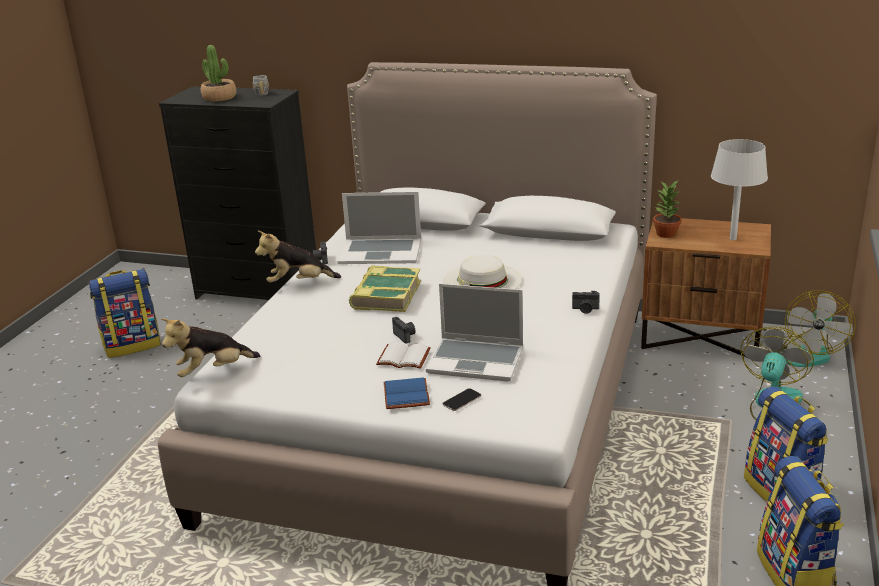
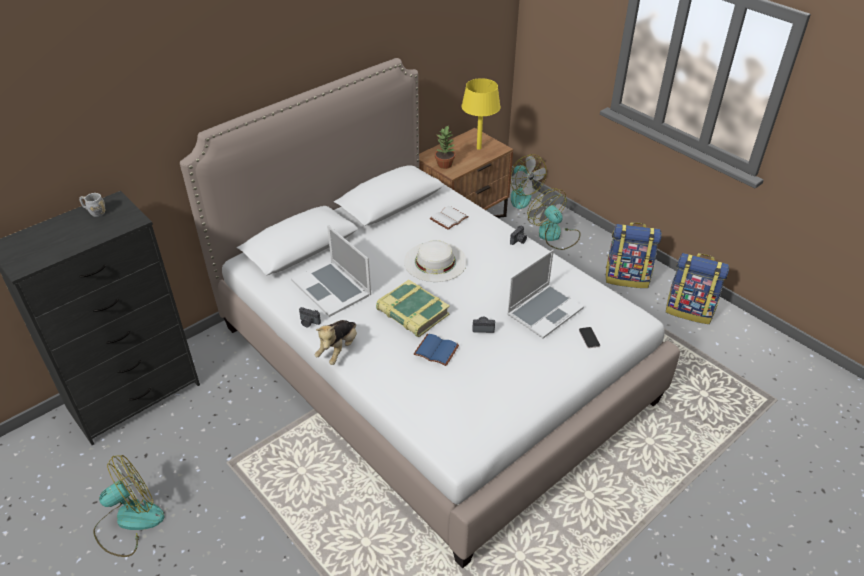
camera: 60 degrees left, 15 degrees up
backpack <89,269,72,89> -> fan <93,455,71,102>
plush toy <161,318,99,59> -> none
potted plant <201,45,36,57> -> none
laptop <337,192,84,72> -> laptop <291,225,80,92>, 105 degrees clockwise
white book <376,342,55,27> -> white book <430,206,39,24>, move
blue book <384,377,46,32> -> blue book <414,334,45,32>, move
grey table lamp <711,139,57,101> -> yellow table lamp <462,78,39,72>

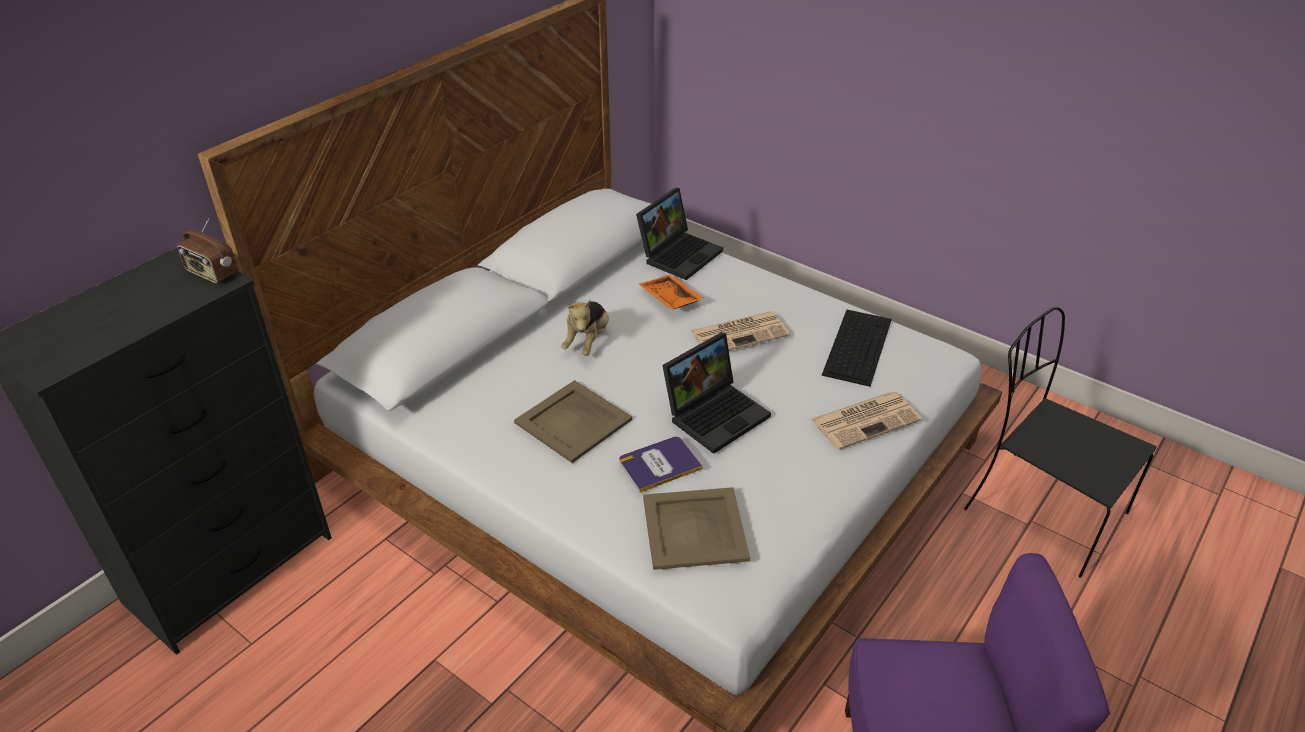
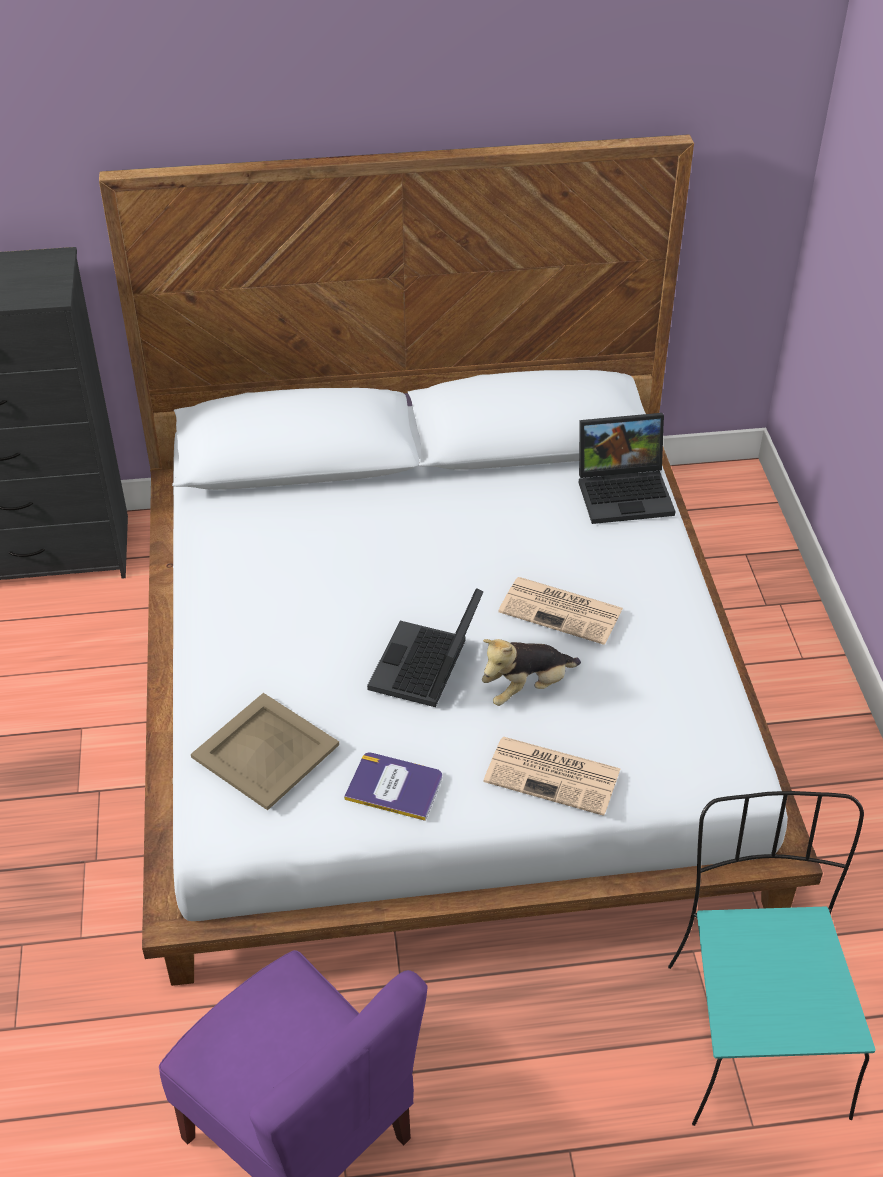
camera: 45 degrees right, 5 degrees up
radio <177,218,61,66> -> none
beige tray <514,380,118,83> -> none
plush toy <561,299,48,57> -> plush toy <482,639,99,67>, move
book <619,437,84,56> -> book <344,753,98,68>, move
orange tray <639,274,65,35> -> none
laptop <662,332,109,122> -> laptop <367,588,117,119>, 105 degrees clockwise
keyboard <822,310,70,77> -> none
black chair <964,307,193,271> -> turquoise chair <668,791,208,335>

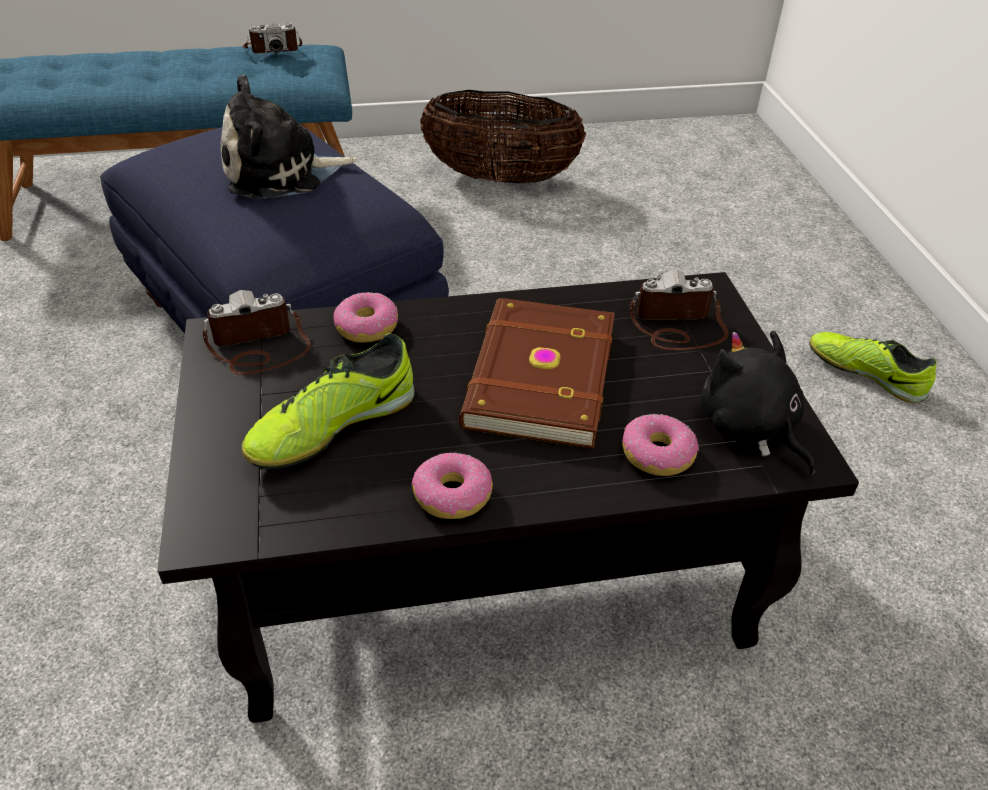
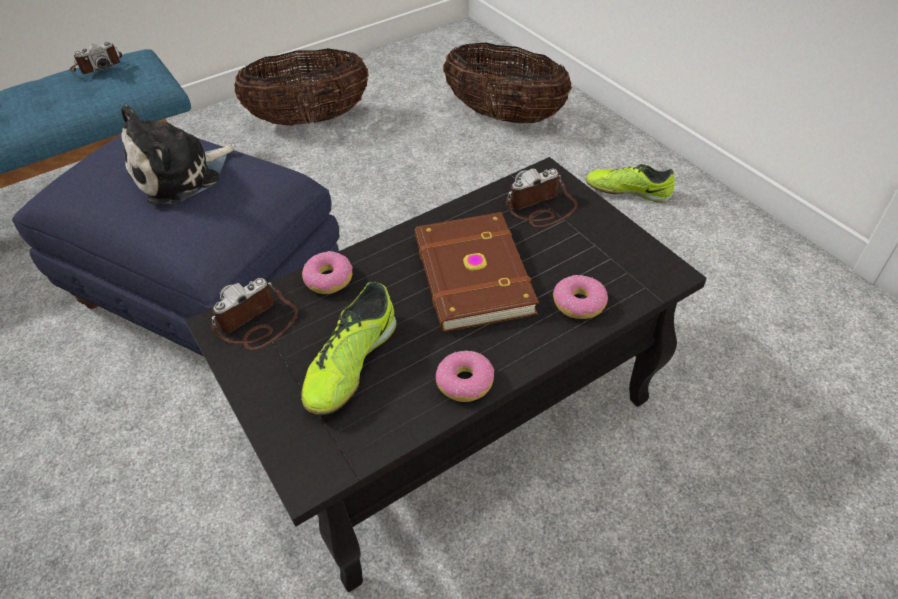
camera: 20 degrees left, 5 degrees up
black plush toy <701,330,114,144> -> none
none -> basket <443,43,129,80>

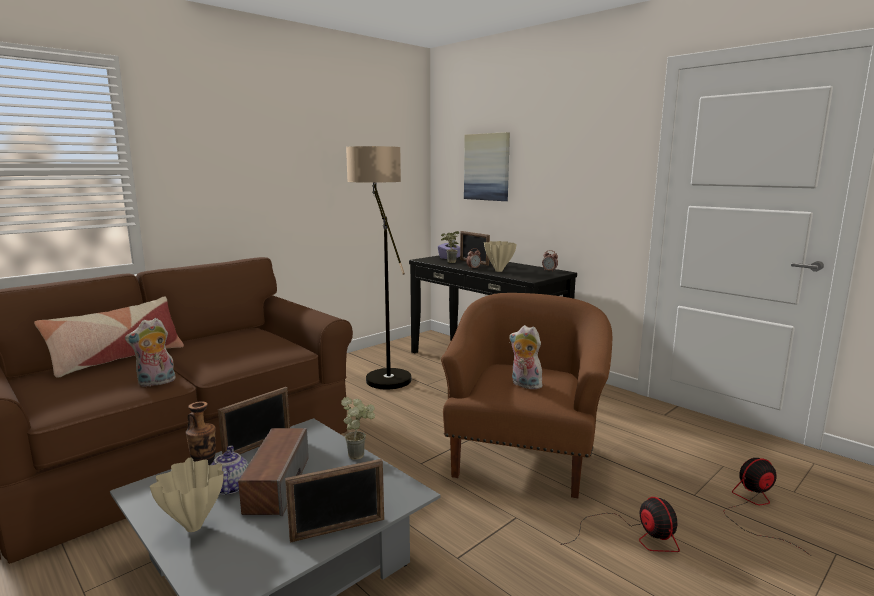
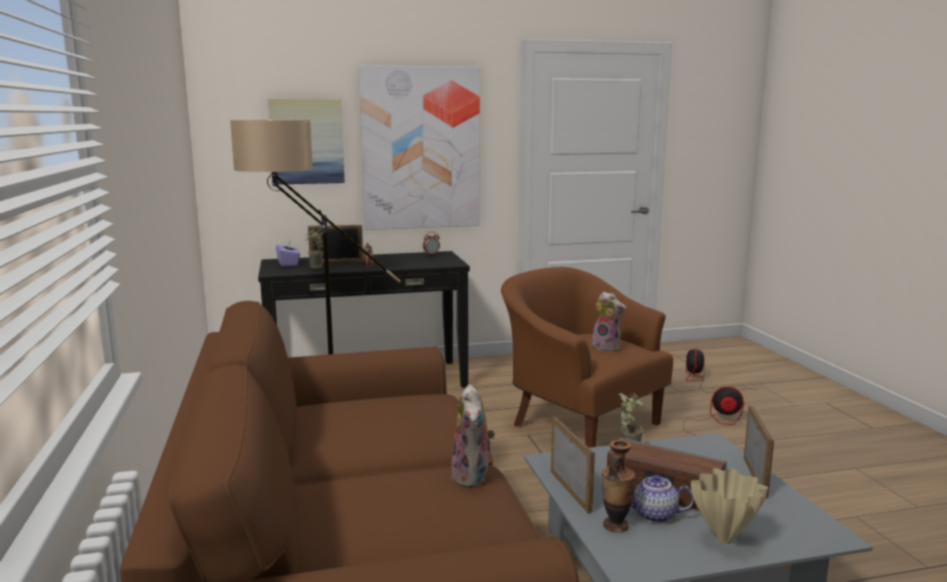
camera: 60 degrees left, 0 degrees up
pillow <34,297,150,81> -> none
beige vase <484,241,33,31> -> none
plush toy <509,325,33,64> -> plush toy <592,291,34,61>, 120 degrees counterclockwise
none -> picture <359,65,121,165>

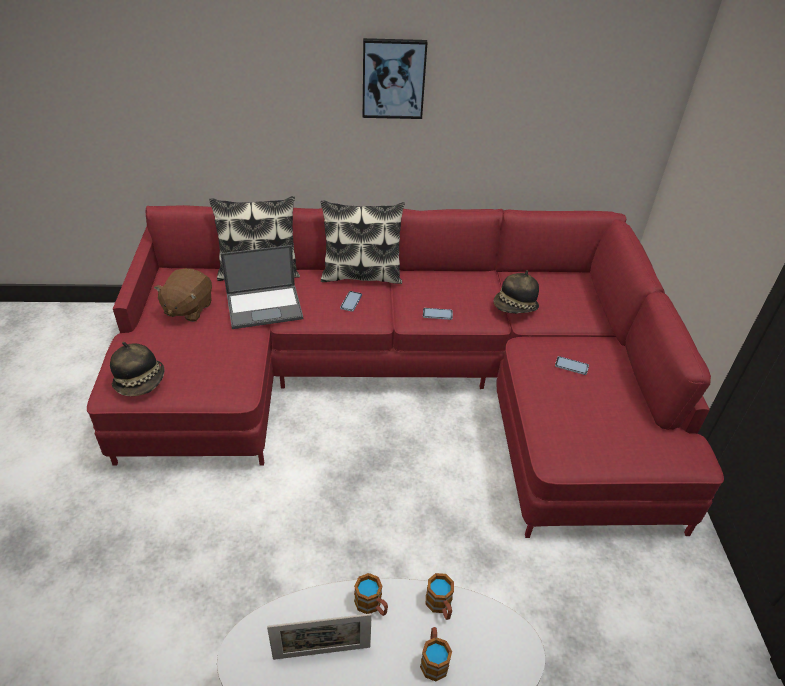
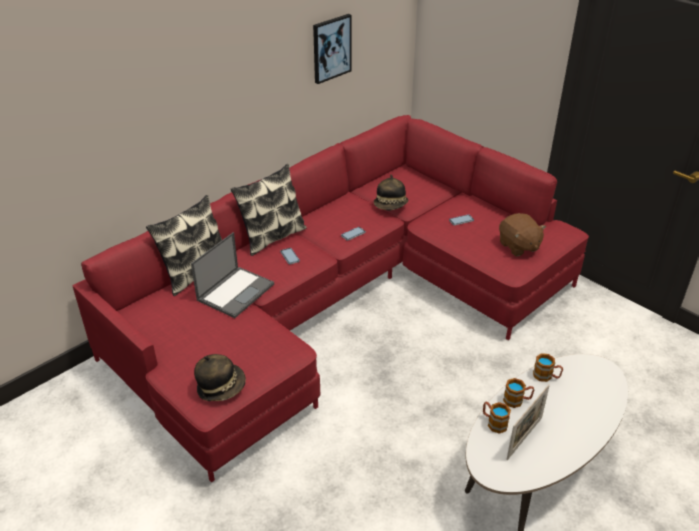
camera: 40 degrees left, 5 degrees down
brown plush toy <154,268,58,54> -> brown plush toy <499,213,47,43>, move
picture <363,38,65,81> -> picture <313,14,39,70>, move
mug <420,627,32,54> -> mug <483,402,28,32>, move

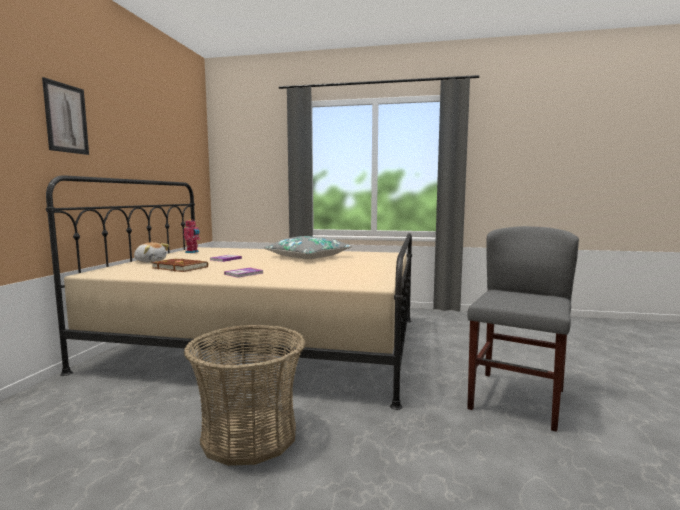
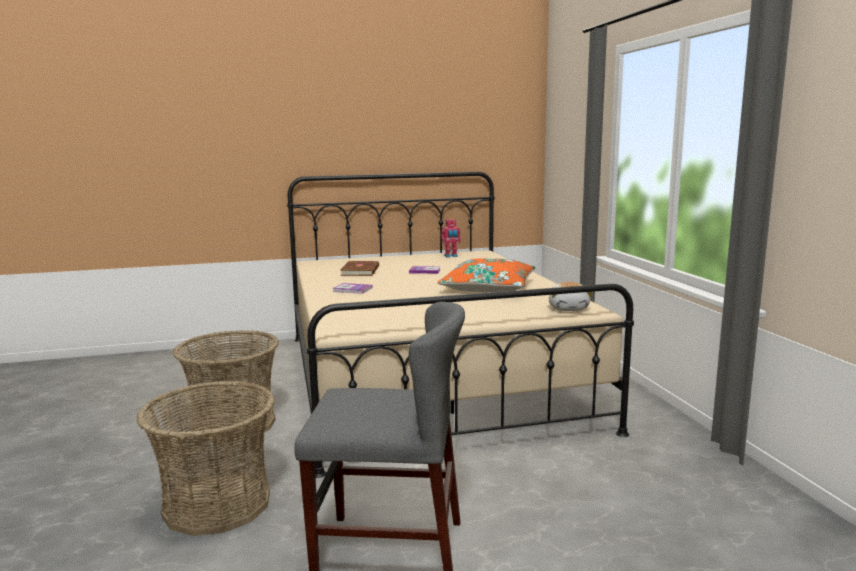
camera: 65 degrees right, 5 degrees up
picture <42,77,47,78> -> none
plush toy <134,242,35,20> -> plush toy <549,282,44,29>, move
grey pillow <264,236,88,23> -> orange pillow <437,258,98,34>
none -> basket <136,381,139,155>

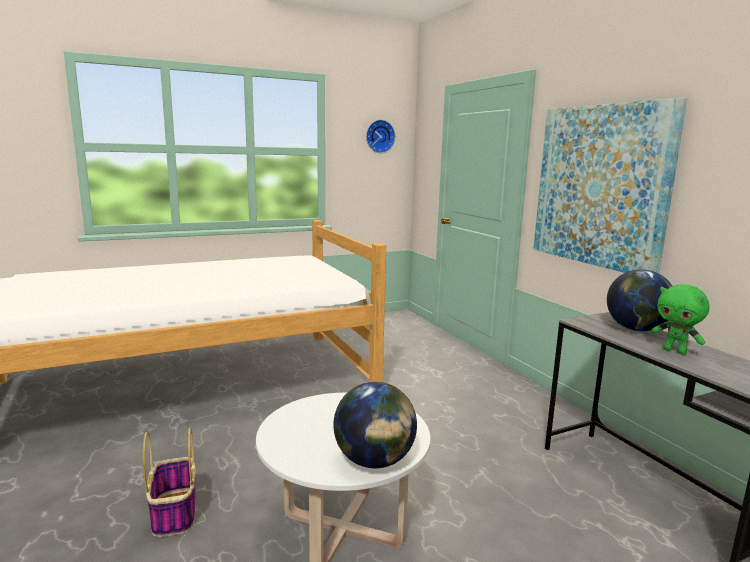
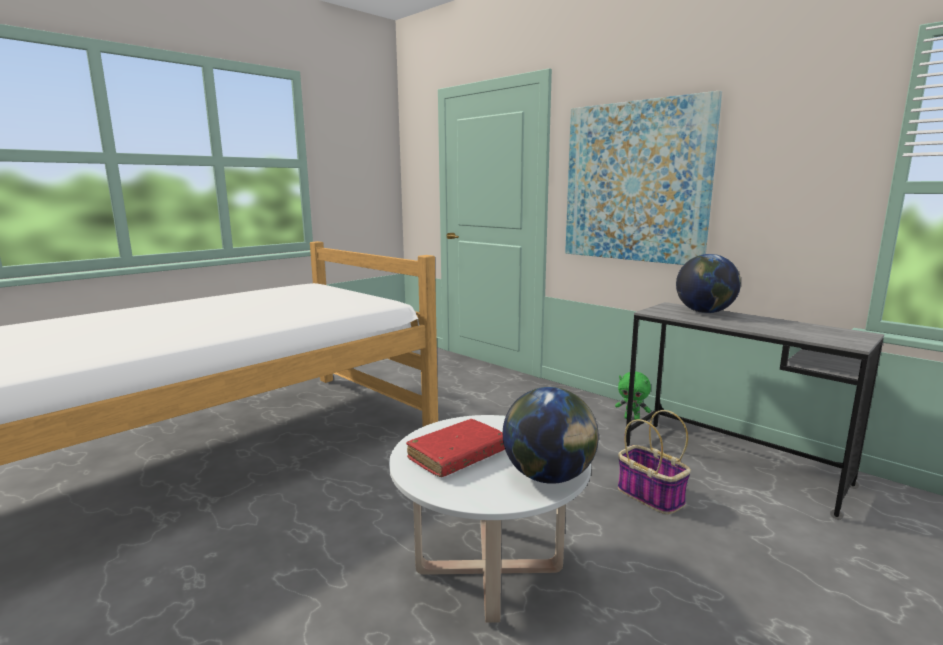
camera: 20 degrees left, 0 degrees up
basket <143,427,53,110> -> basket <618,410,73,104>, move
wall clock <366,120,29,33> -> none
green plush toy <651,284,59,71> -> green plush toy <615,372,36,48>, move
none -> red book <406,419,99,58>

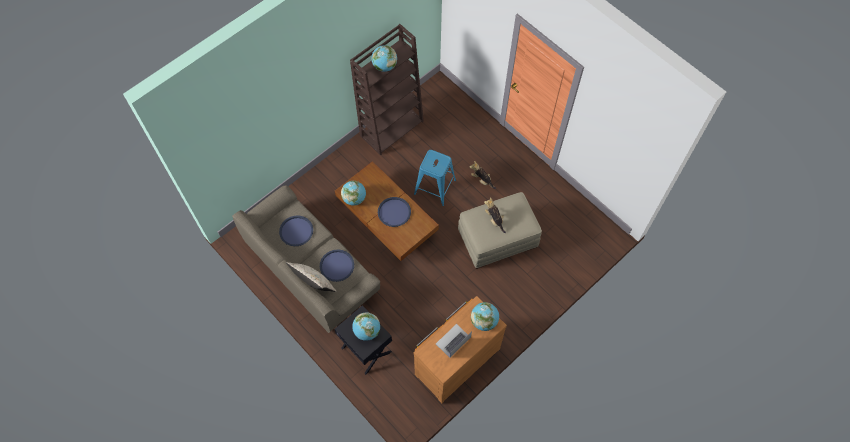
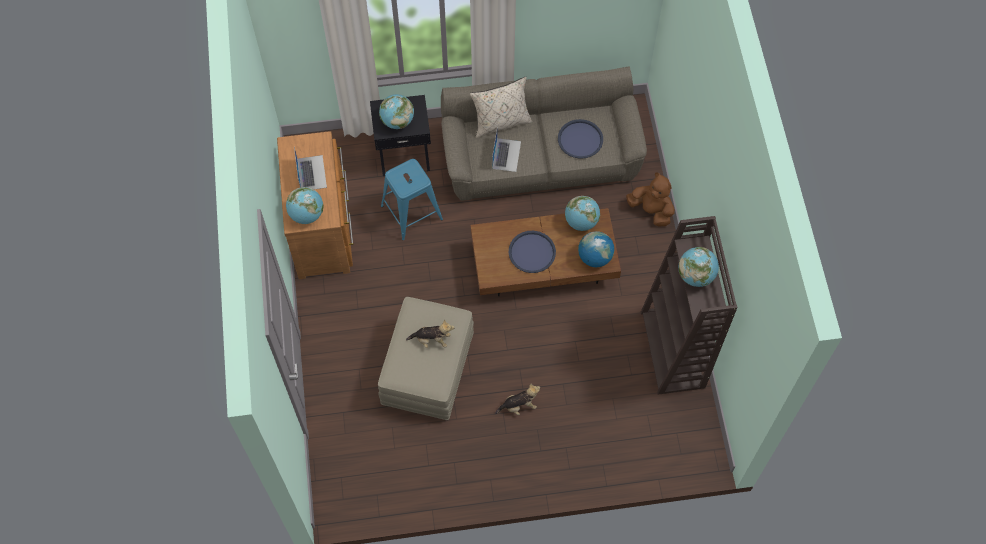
camera: 125 degrees right, 0 degrees up
blue tray <320,249,34,33> -> laptop <492,126,29,46>
blue stool <414,150,42,56> -> blue stool <381,159,62,81>, move
none -> globe <578,231,36,36>
none -> brown plush toy <626,172,49,54>

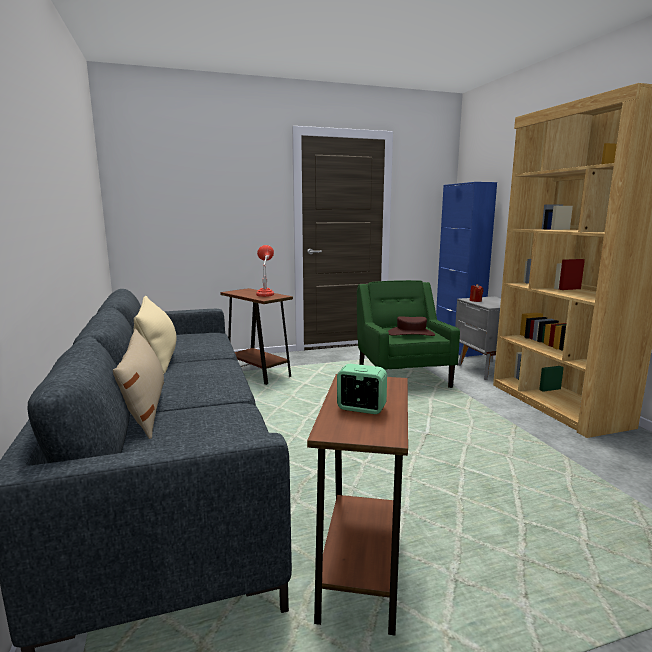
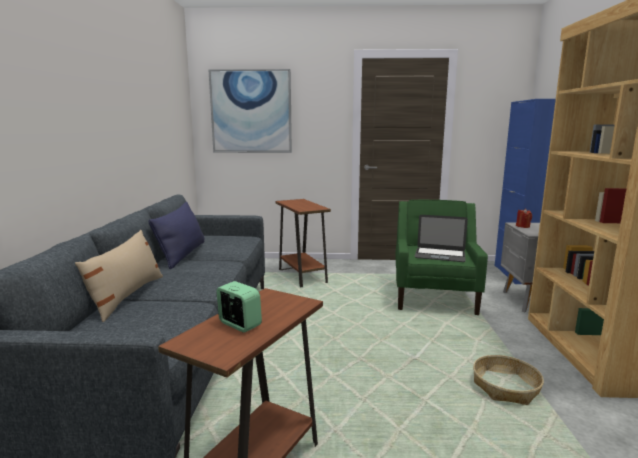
camera: 20 degrees right, 0 degrees up
beige pillow <134,296,43,78> -> blue pillow <149,202,55,67>
red table lamp <256,245,18,52> -> none
brown hat <388,316,47,20> -> laptop <414,215,54,47>
none -> picture <209,69,83,84>
none -> basket <473,355,71,50>

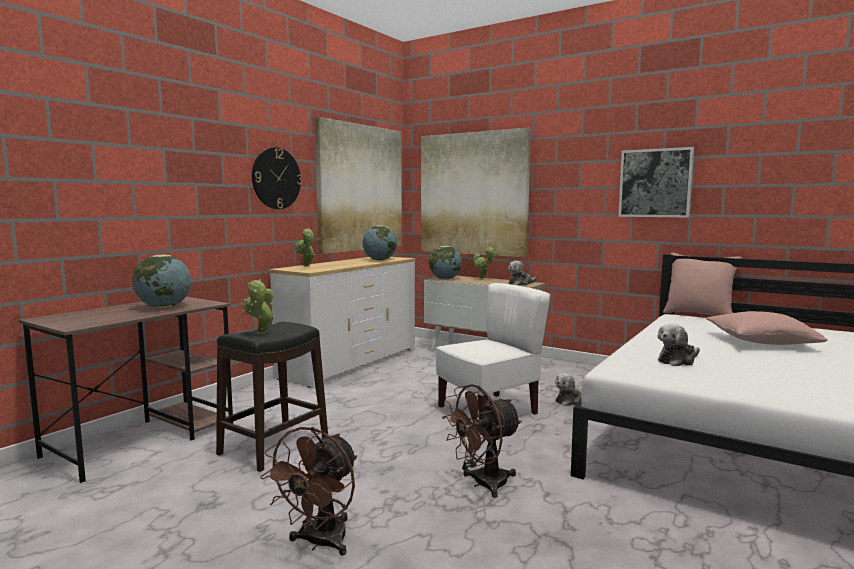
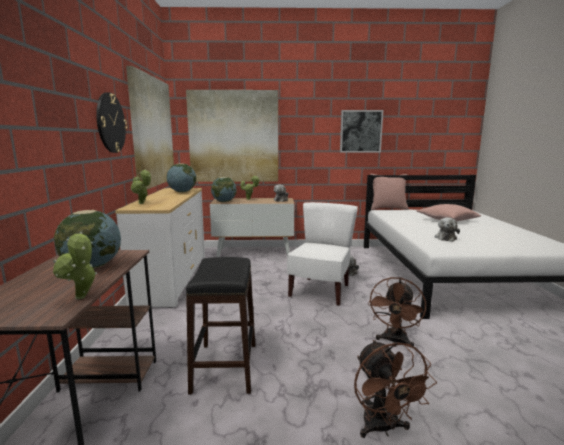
camera: 35 degrees left, 5 degrees up
potted plant <243,279,32,55> -> potted plant <53,231,44,68>, move

